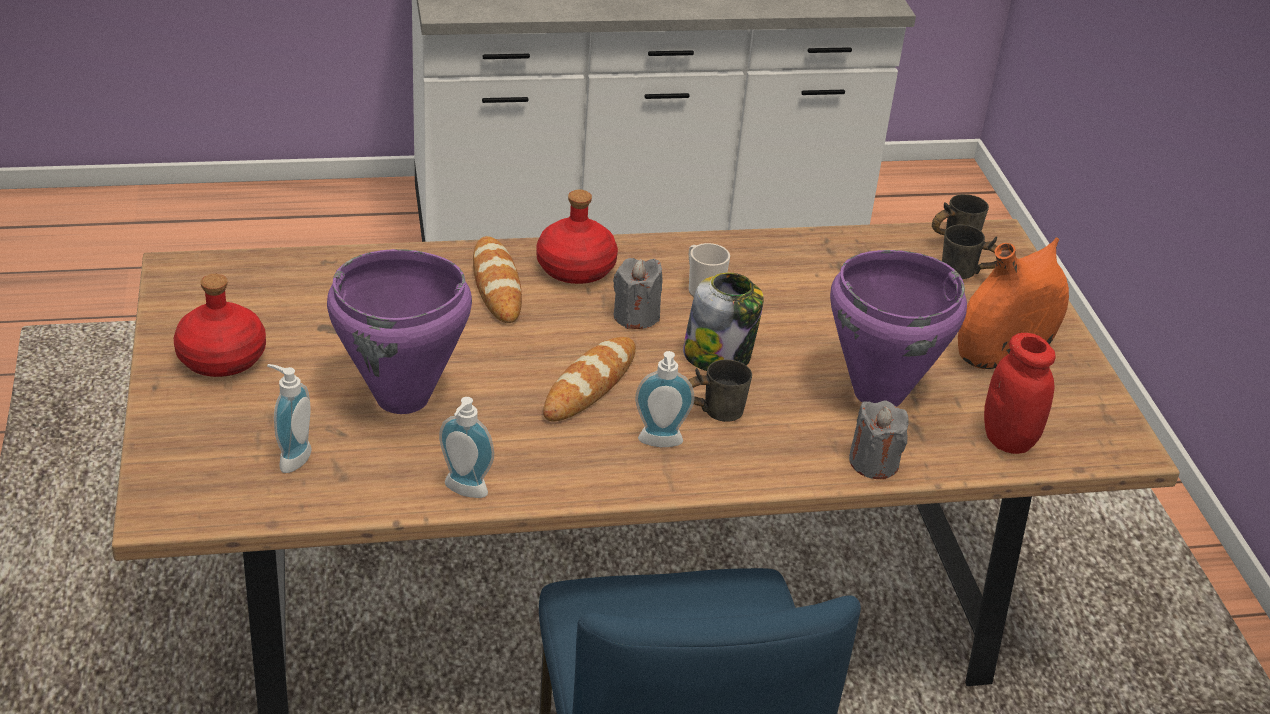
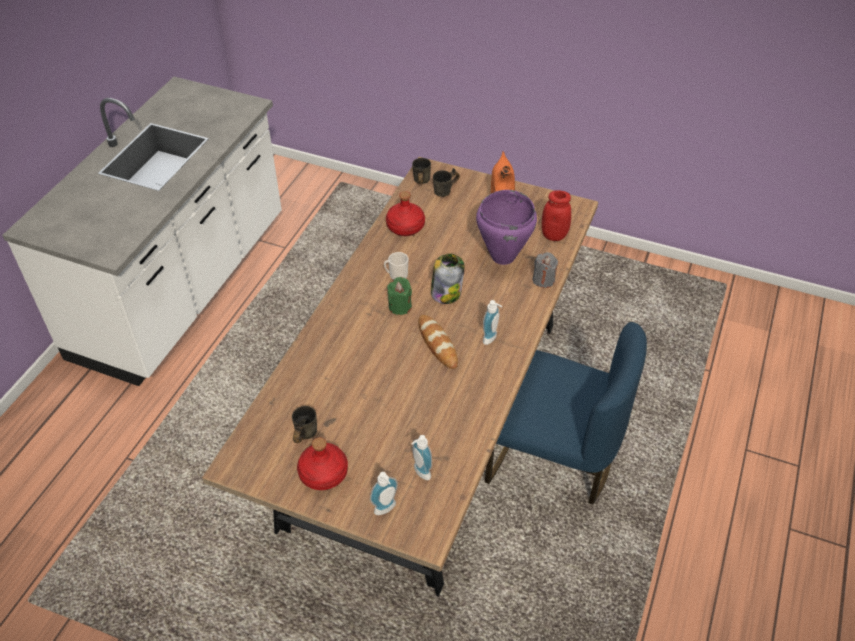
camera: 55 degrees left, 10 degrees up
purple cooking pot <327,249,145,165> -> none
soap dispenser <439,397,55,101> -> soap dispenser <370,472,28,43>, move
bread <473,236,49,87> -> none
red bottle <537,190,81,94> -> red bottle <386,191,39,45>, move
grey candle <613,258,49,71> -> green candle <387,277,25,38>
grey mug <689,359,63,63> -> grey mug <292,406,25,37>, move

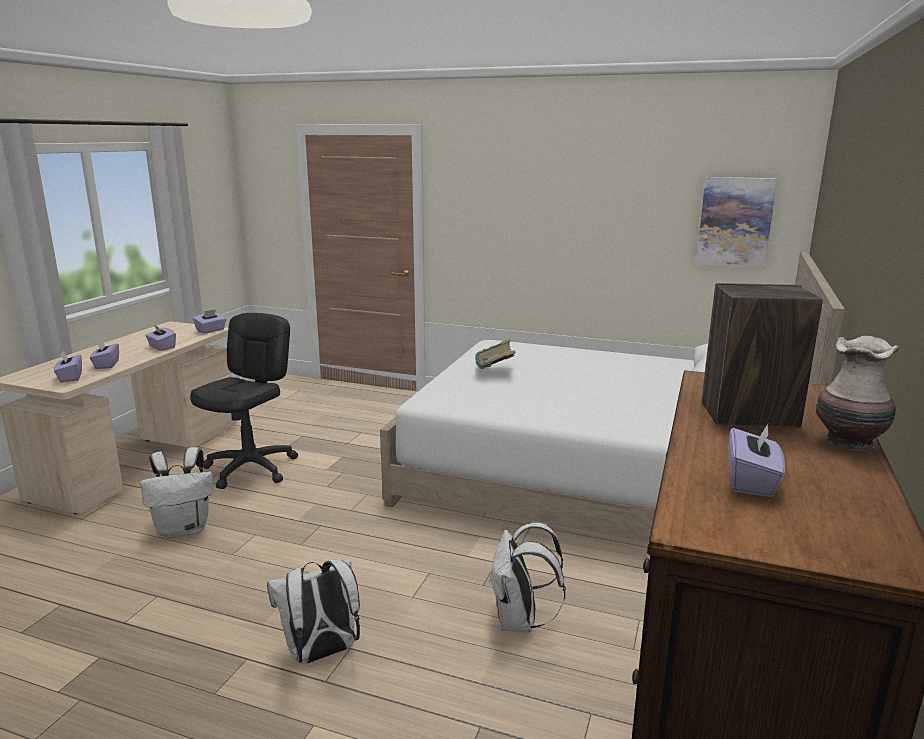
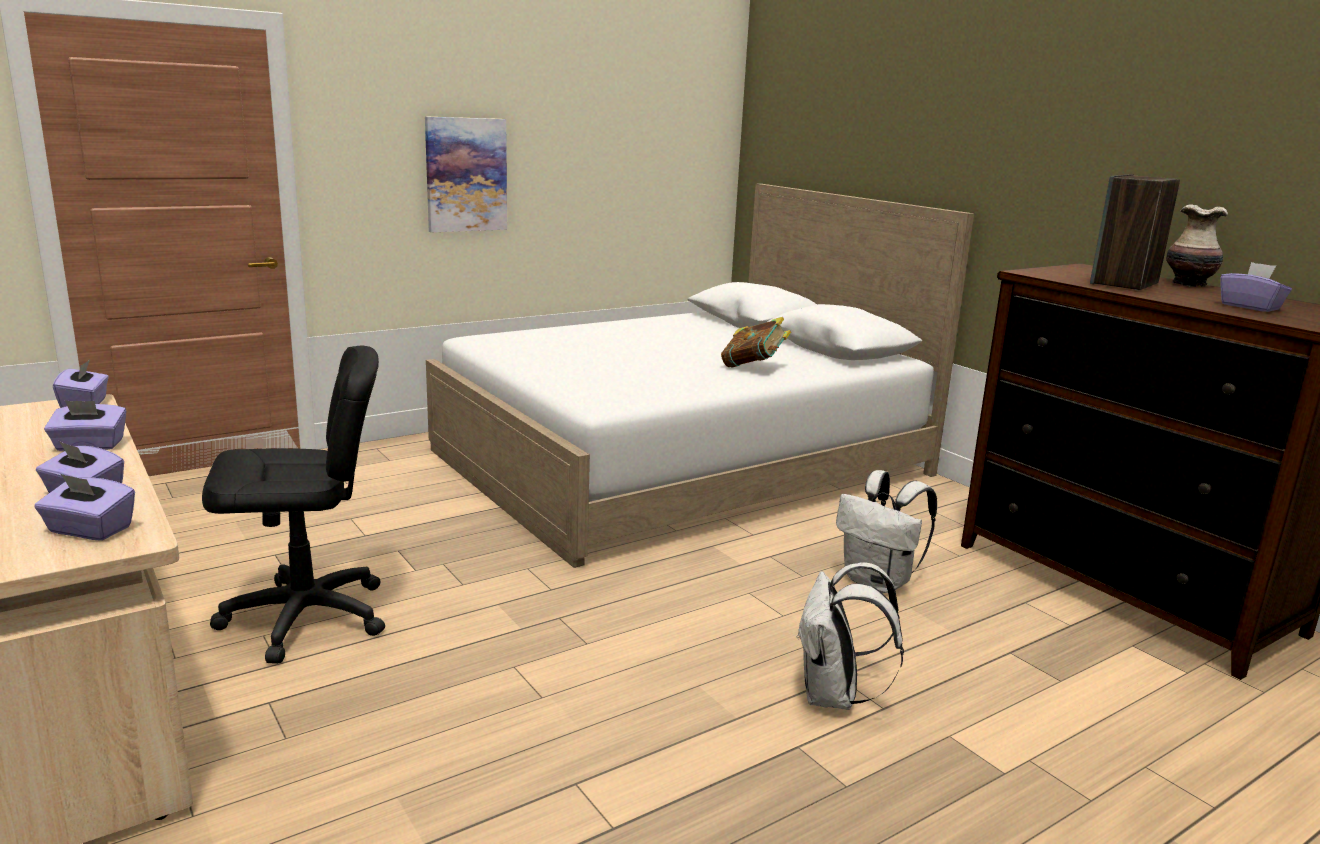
camera: 55 degrees left, 0 degrees up
white backpack <140,447,73,91> -> none
black office chair <190,313,108,176> -> black office chair <202,346,183,318>, 105 degrees clockwise
book <475,338,40,31> -> book <721,317,70,51>, move
picture <696,177,81,92> -> picture <425,116,82,116>, move

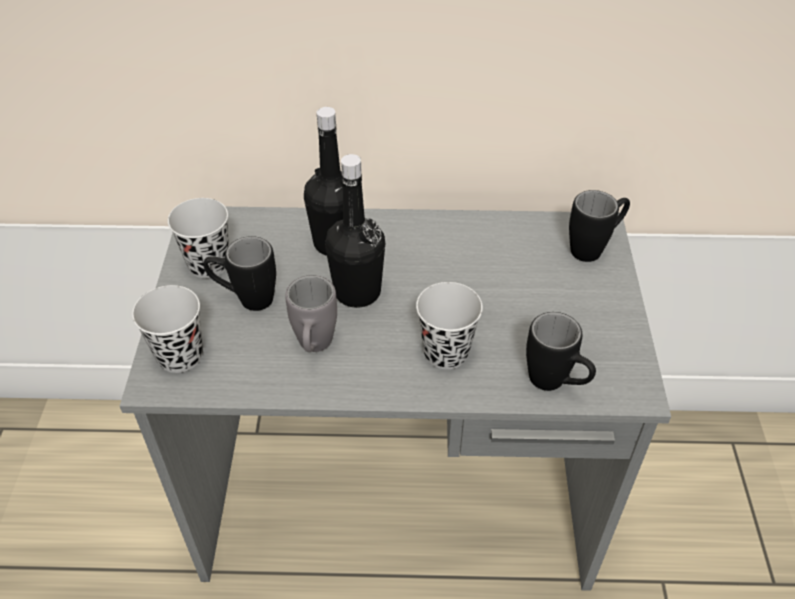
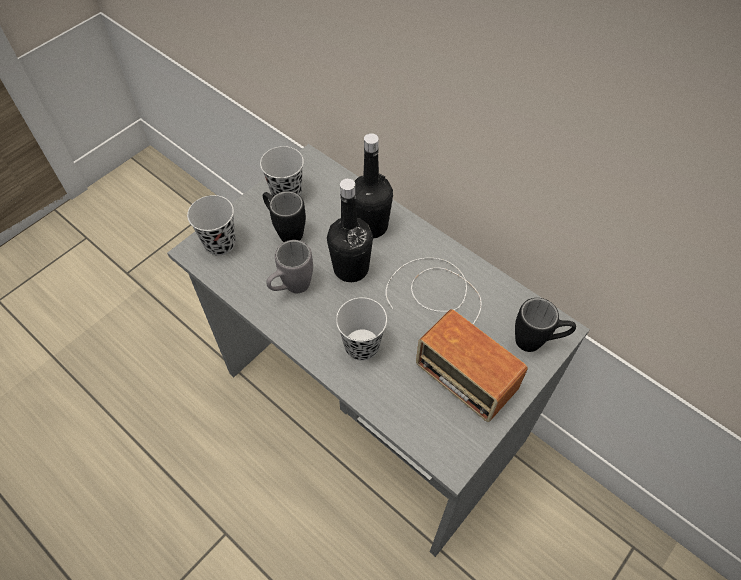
camera: 40 degrees right, 10 degrees up
black mug <526,312,70,79> -> none
none -> radio <385,258,143,164>

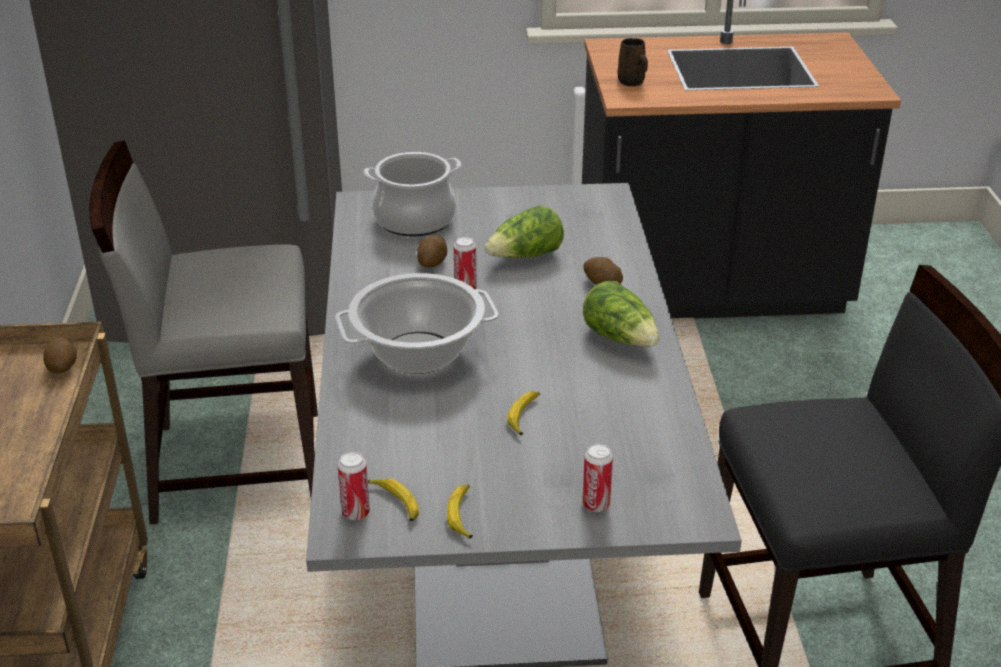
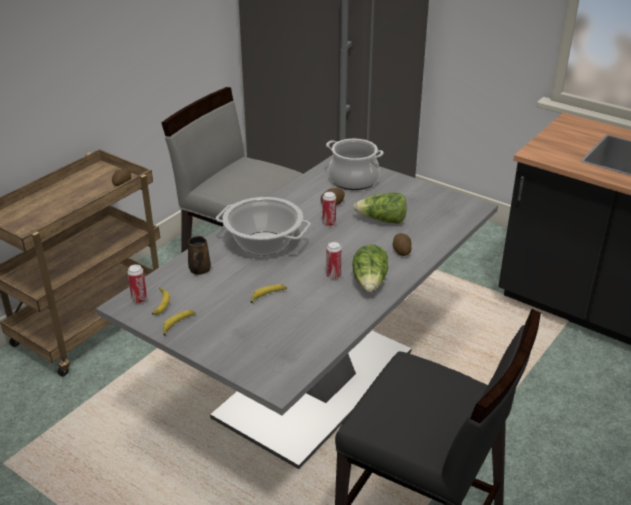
camera: 40 degrees right, 0 degrees up
can <582,444,31,68> -> can <326,242,16,37>, move
brown mug <618,38,30,48> -> brown mug <188,236,23,39>, move

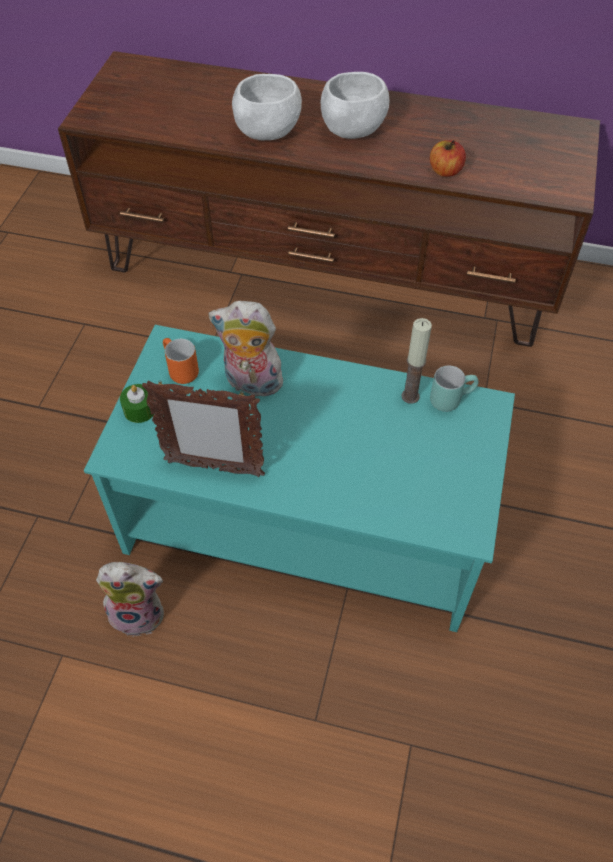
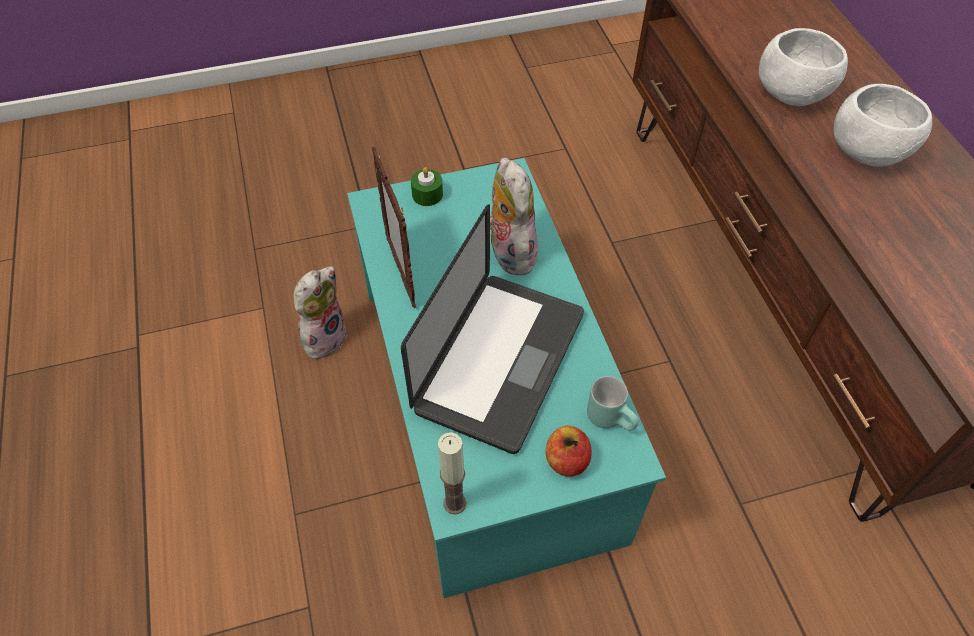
camera: 60 degrees right, 0 degrees up
plush toy <96,562,68,75> -> plush toy <293,267,55,93>, 120 degrees counterclockwise
orange mug <163,338,36,46> -> none
candle <401,318,31,86> -> candle <438,432,28,82>, move
apple <430,140,36,37> -> apple <546,426,45,51>, move
none -> laptop <401,204,183,250>

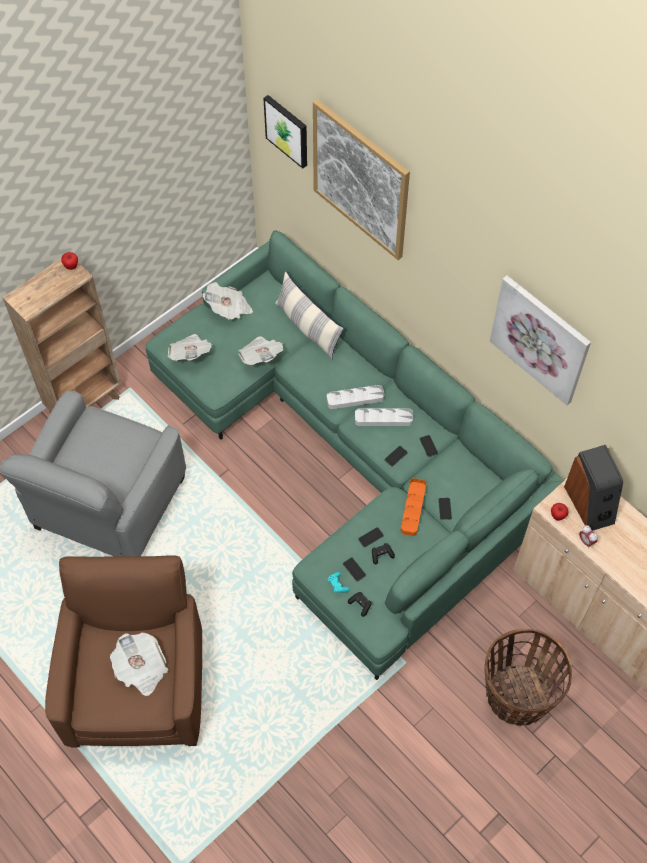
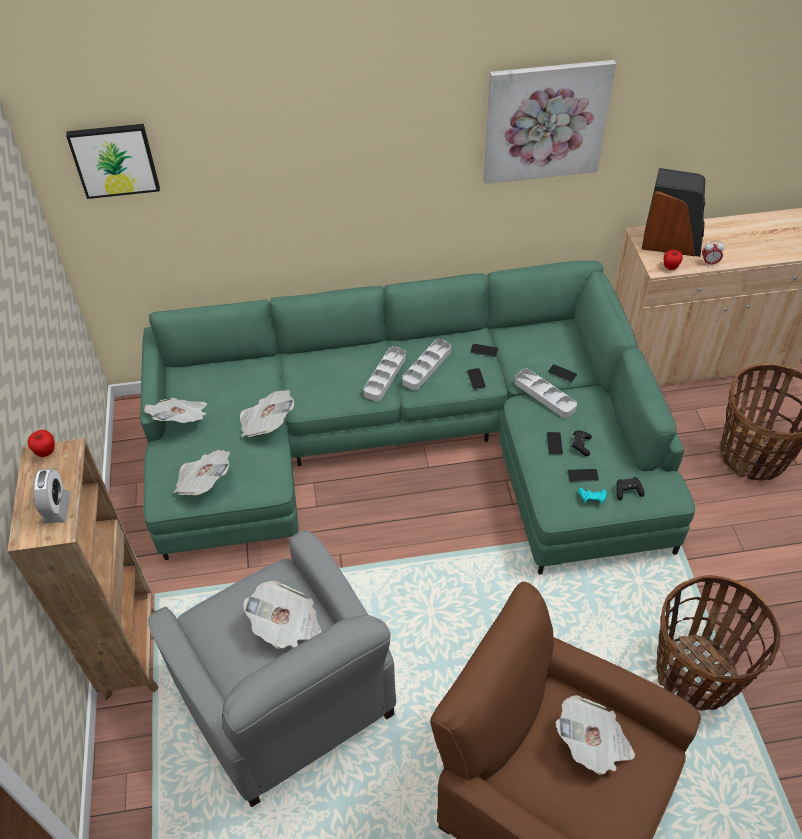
camera: 55 degrees left, 10 degrees down
pillow <275,271,69,88> -> none
picture <313,99,97,161> -> none
orange tray <401,478,25,58> -> grey tray <515,368,62,50>
none -> alarm clock <33,468,38,56>
none -> newspaper <243,581,78,68>
none -> basket <657,575,124,136>

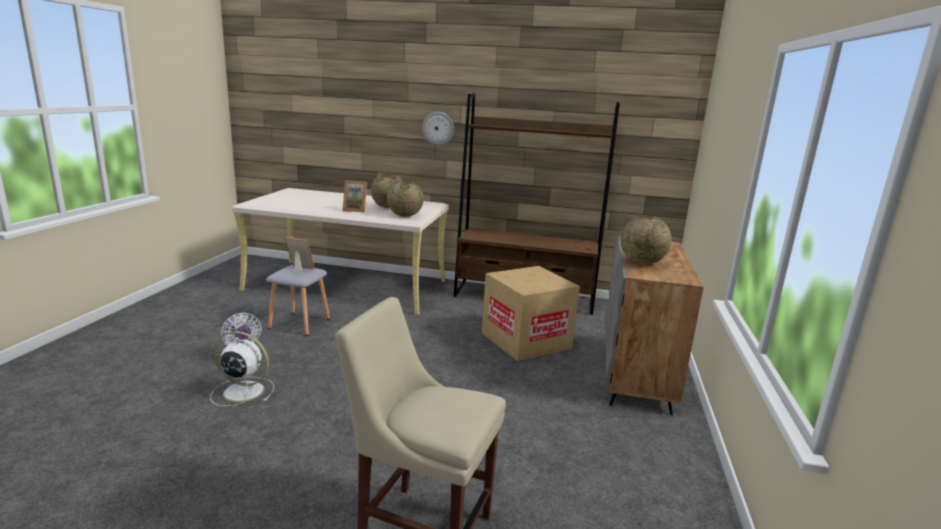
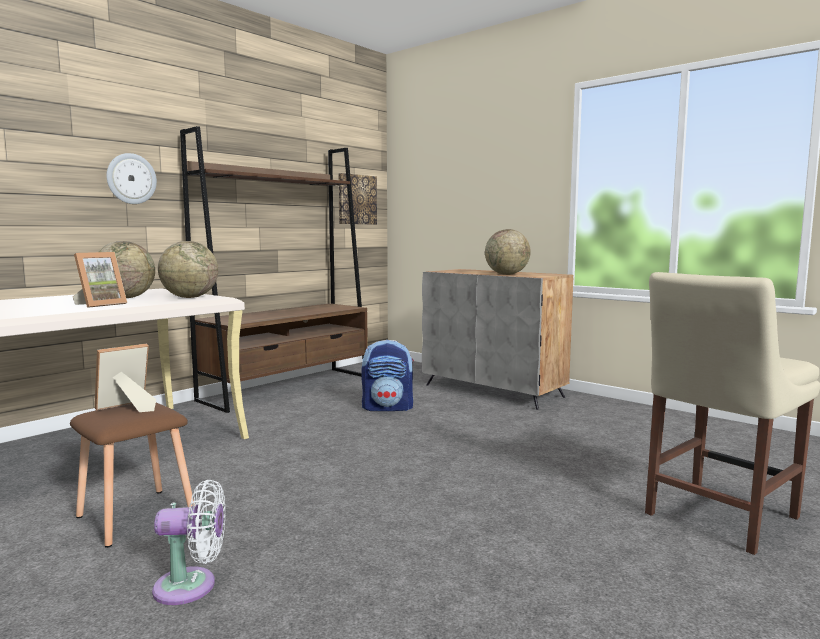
camera: 60 degrees left, 10 degrees down
white fan <210,331,64,75> -> none
grey stool <266,265,64,71> -> brown stool <70,403,124,145>
cardboard box <482,266,98,95> -> backpack <361,340,53,71>
none -> picture <338,173,39,51>

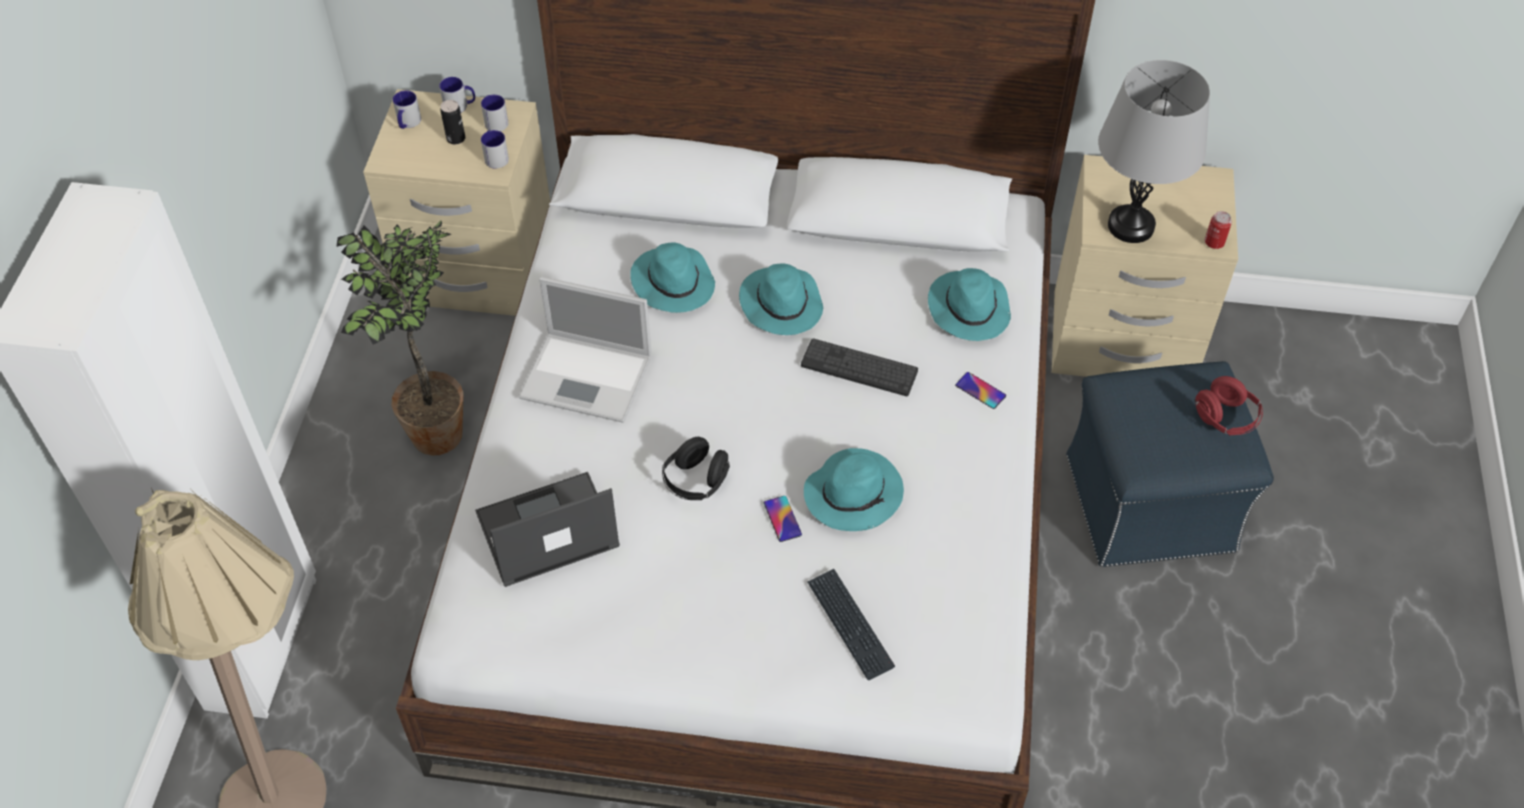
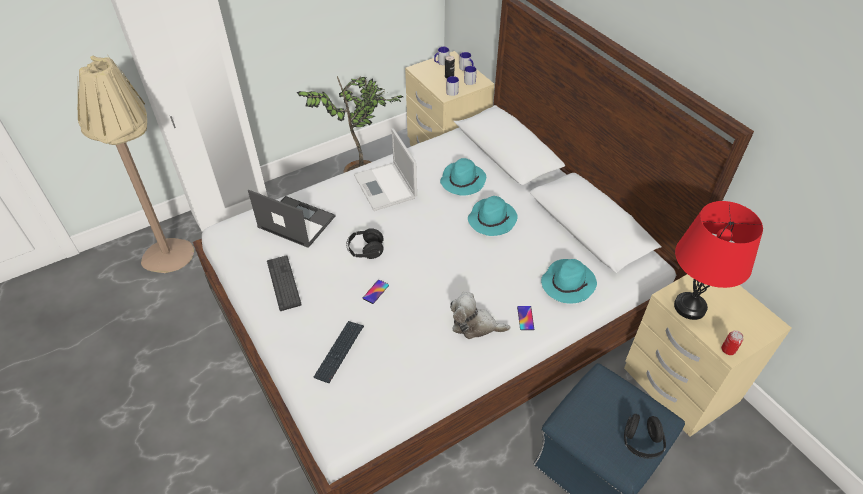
camera: 50 degrees right, 5 degrees down
keyboard <801,338,117,58> -> keyboard <267,255,35,56>, move
turquoise hat <804,448,100,83> -> none
grey table lamp <1098,60,112,183> -> red table lamp <674,201,89,119>
red headphones <1194,376,69,59> -> black headphones <624,414,42,45>
none -> plush toy <450,292,60,47>

